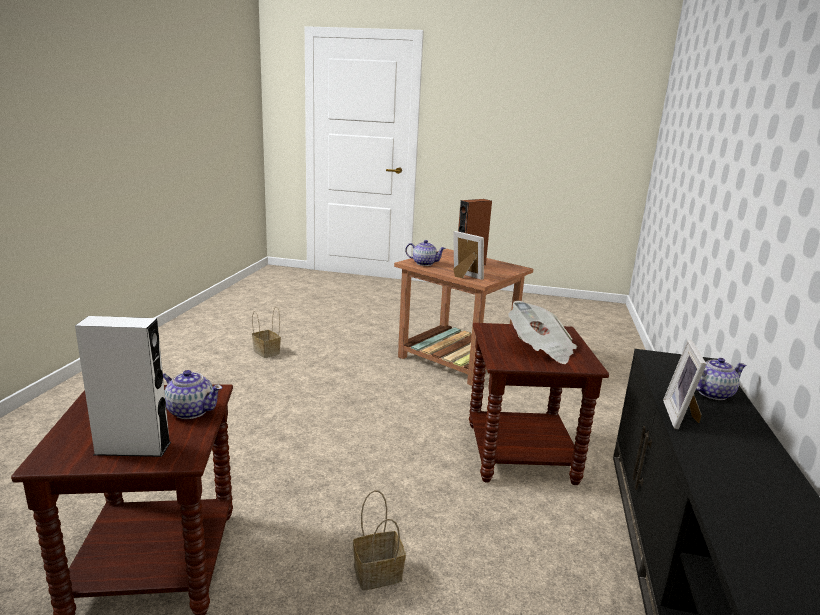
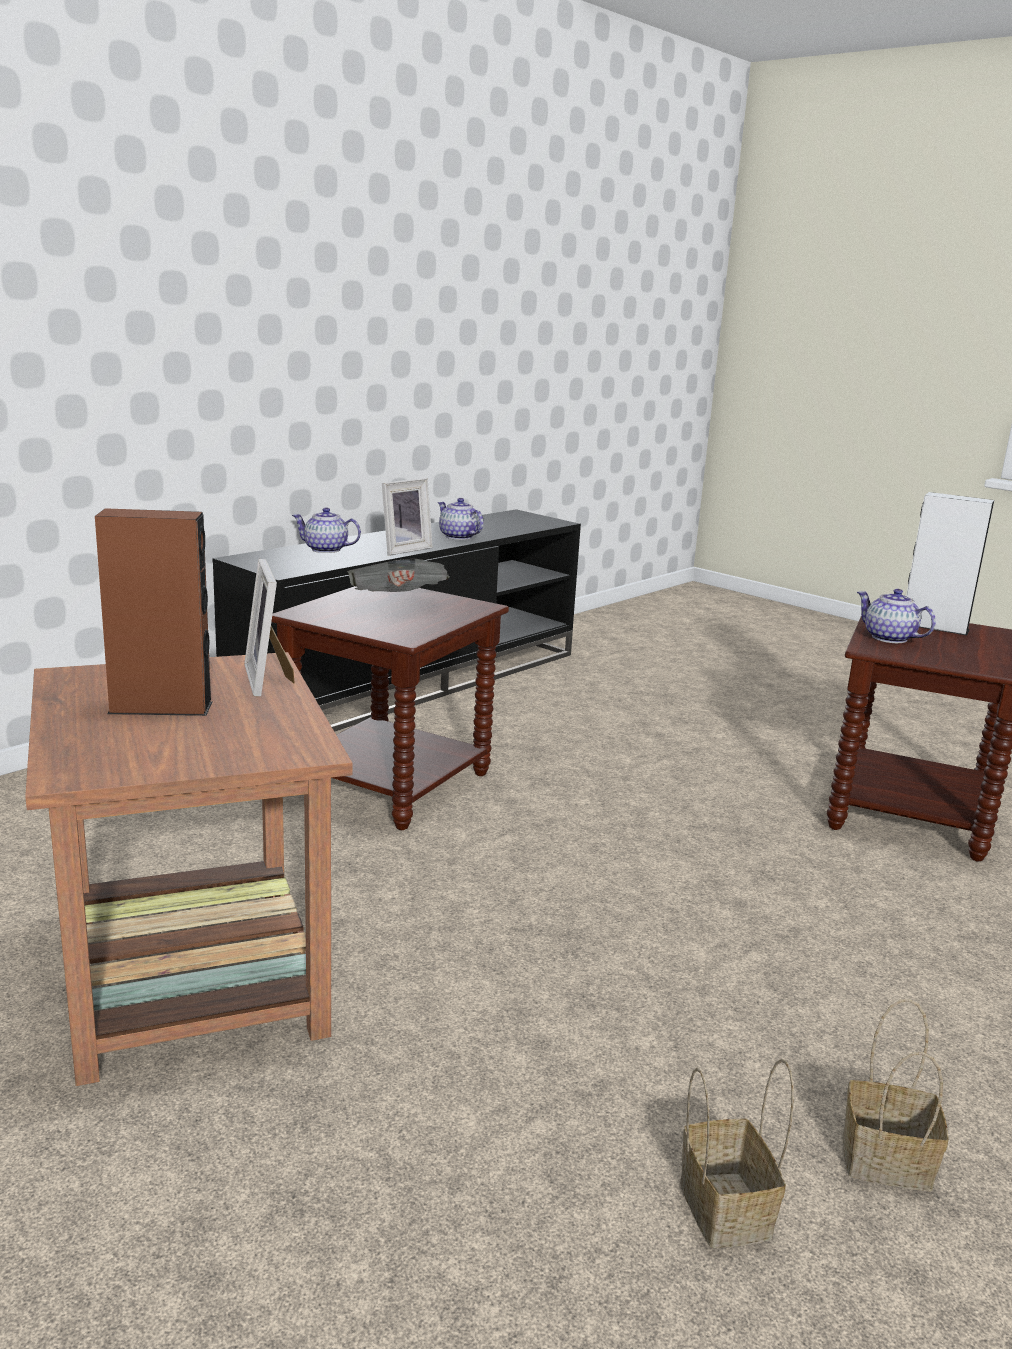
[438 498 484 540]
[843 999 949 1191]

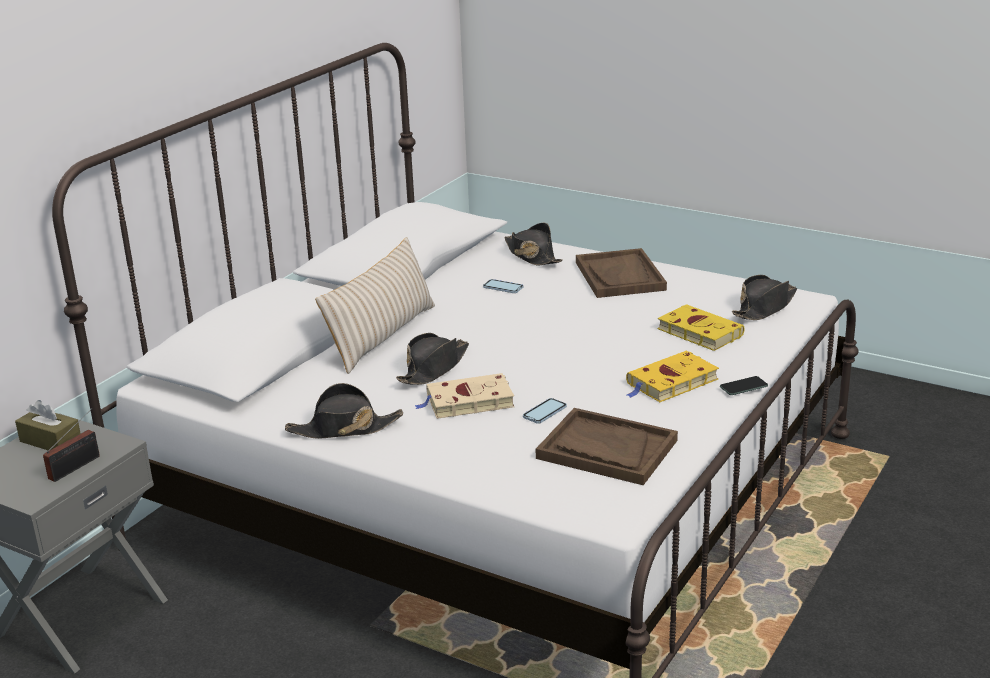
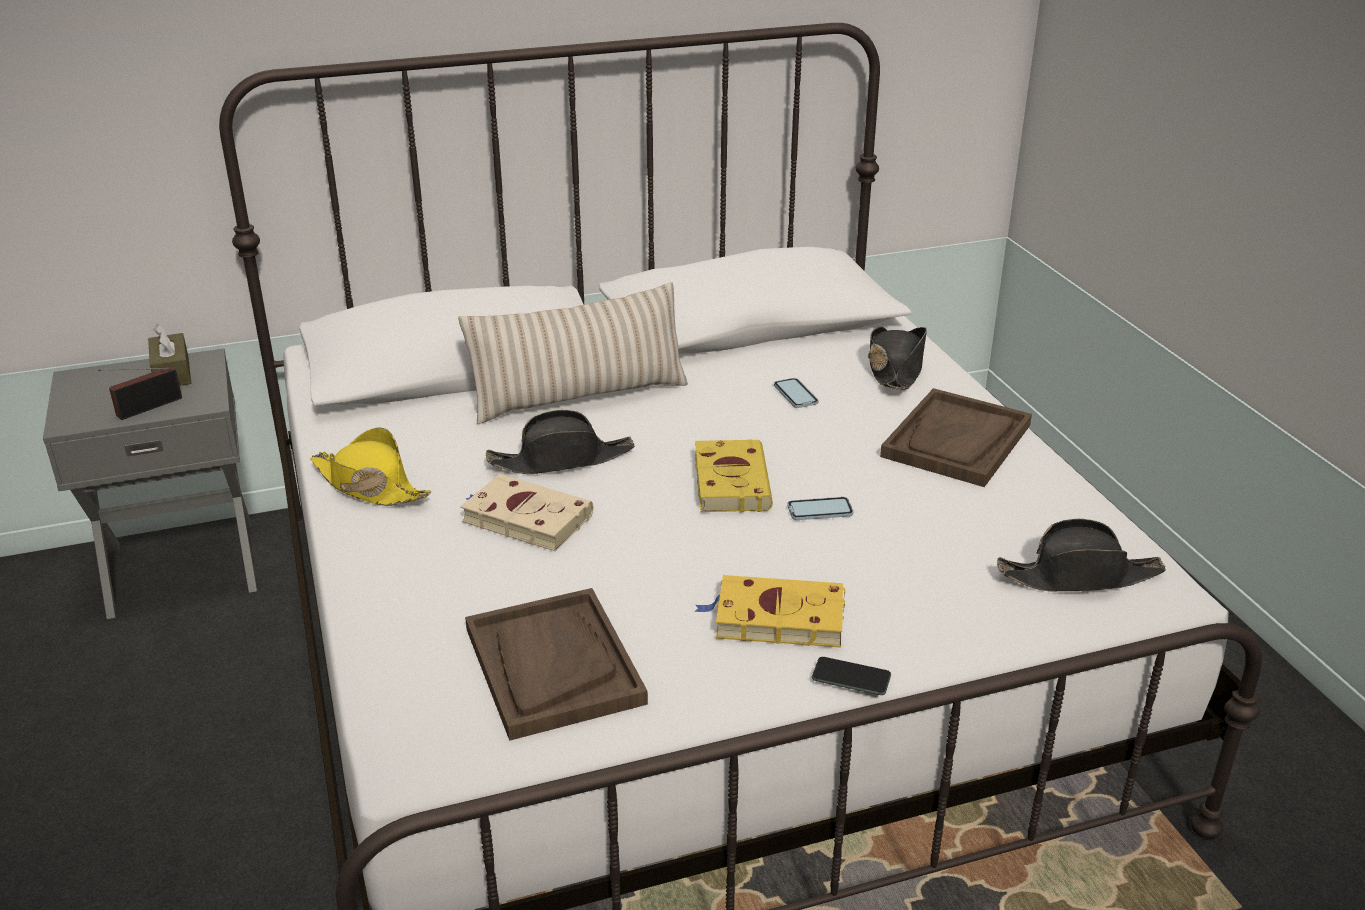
[695 439 773 512]
[310 427 431 506]
[787 497 853 520]
[98 367 182 420]

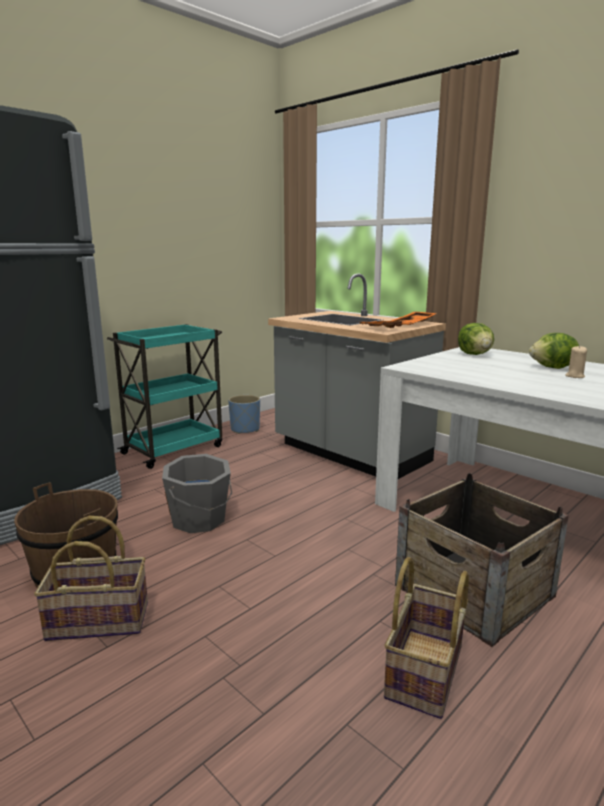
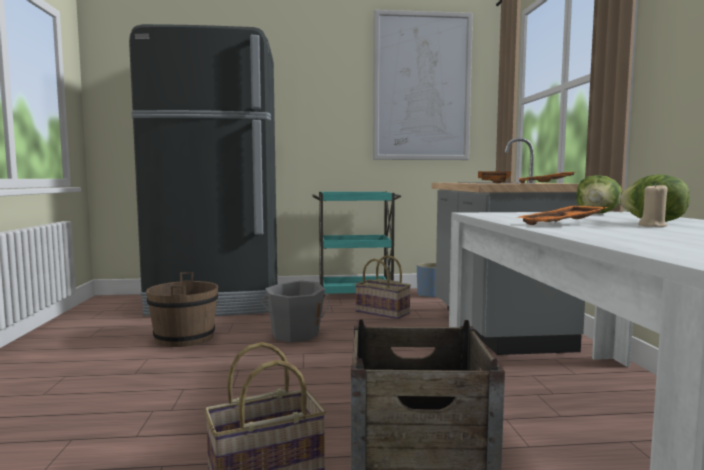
[355 255 411 319]
[373 10 473 160]
[518 206 608 225]

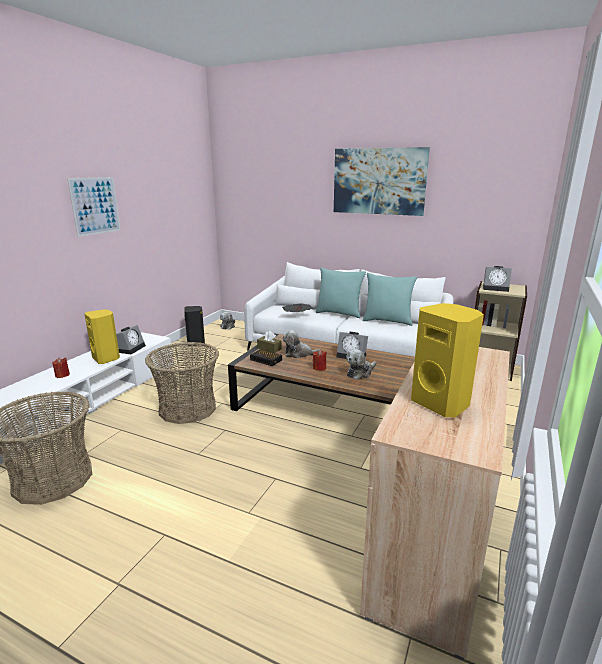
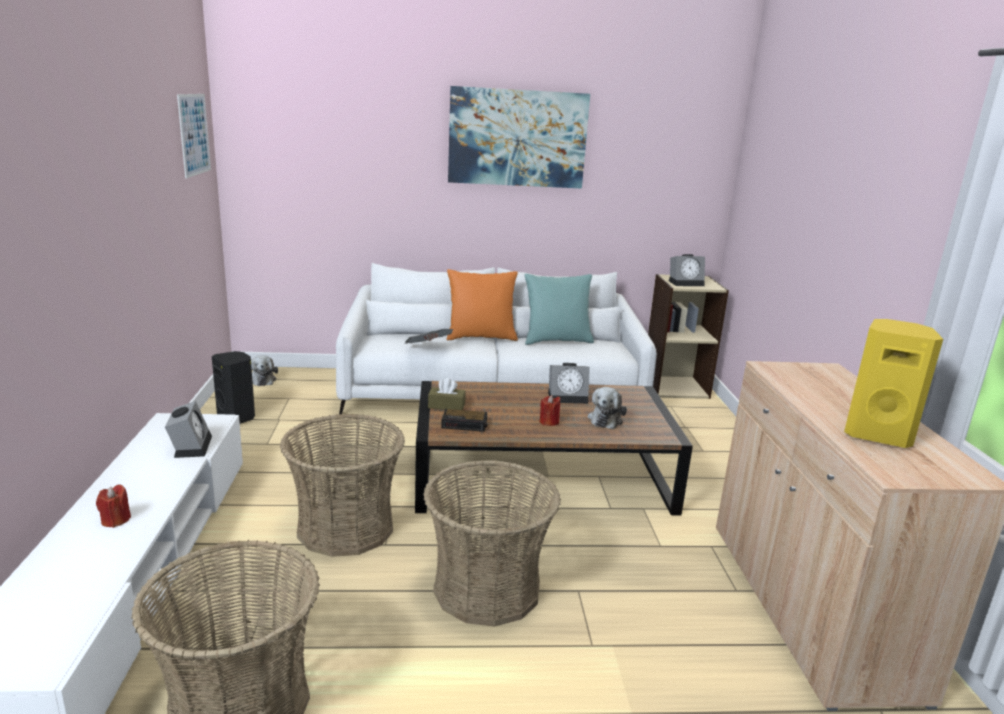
[177 94 211 178]
[447 269 518 341]
[84 310 120 364] (first image)
[283 330 320 358] (first image)
[423 460 561 626]

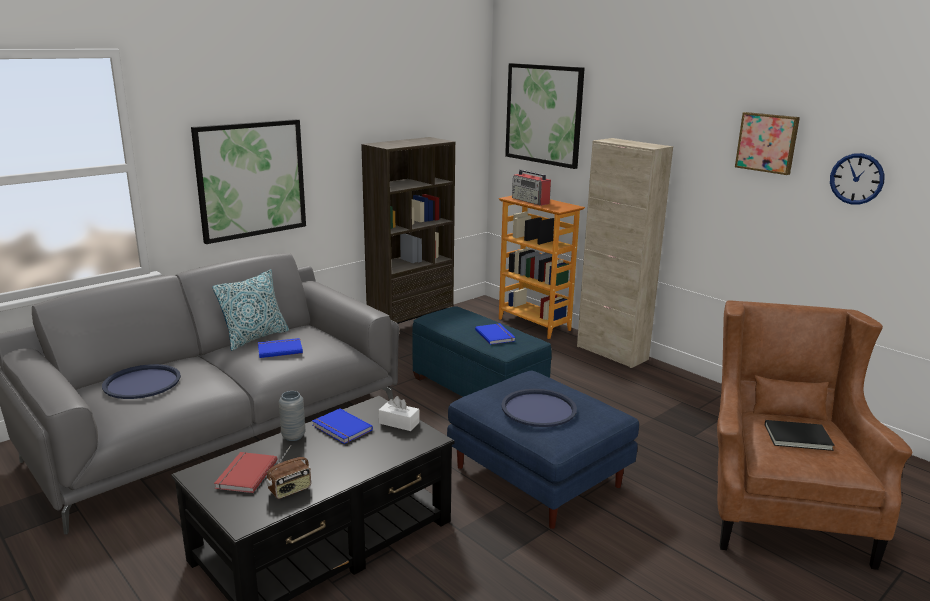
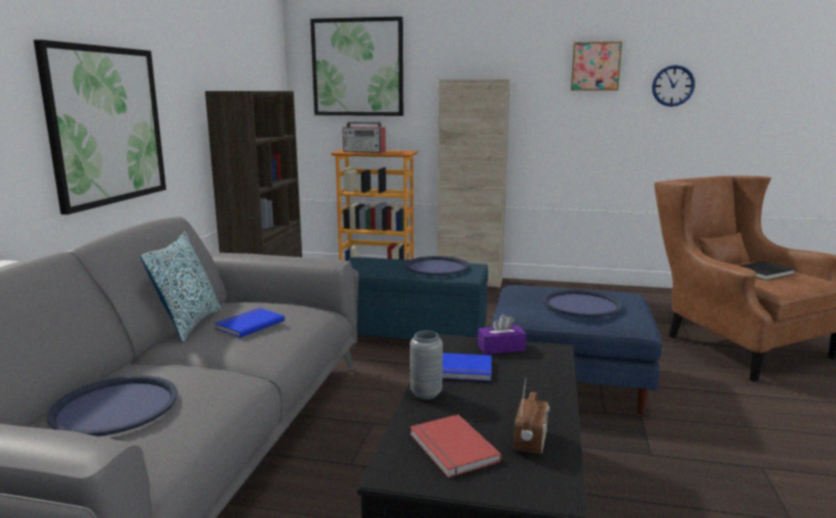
[405 256 469 276]
[478 314 526 354]

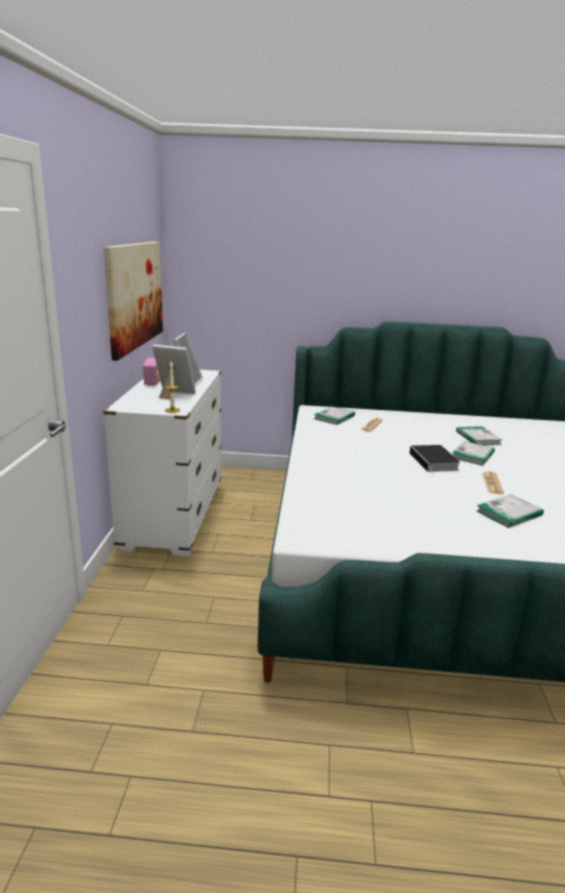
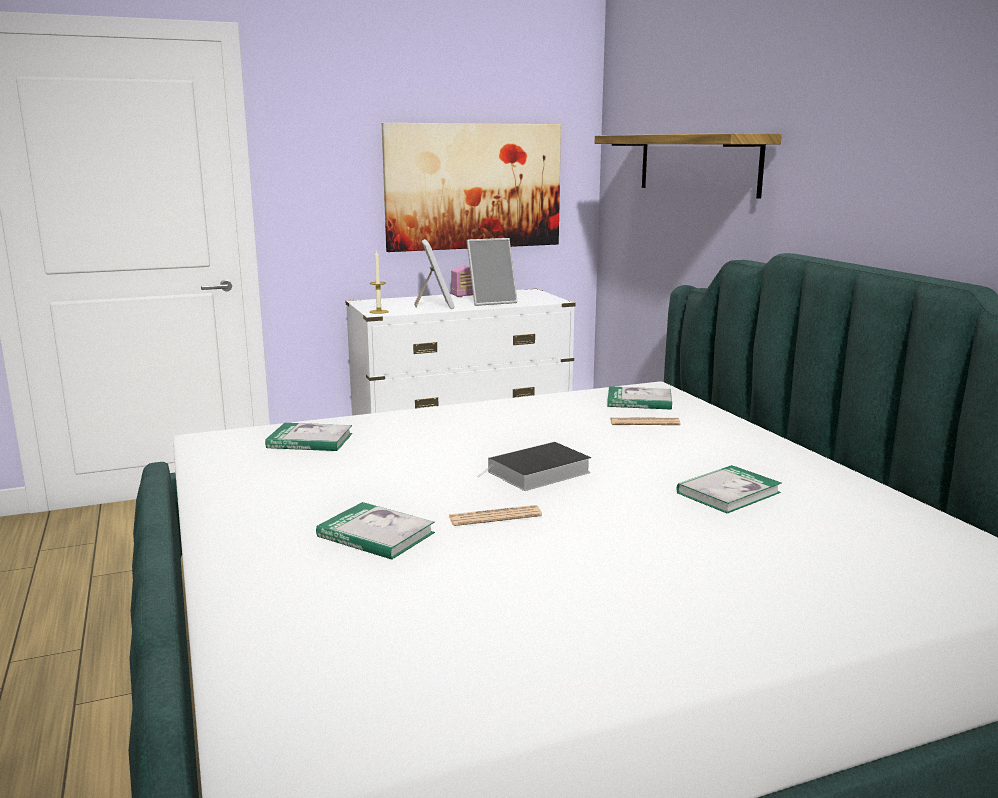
[265 423 352 451]
[595 133 782 199]

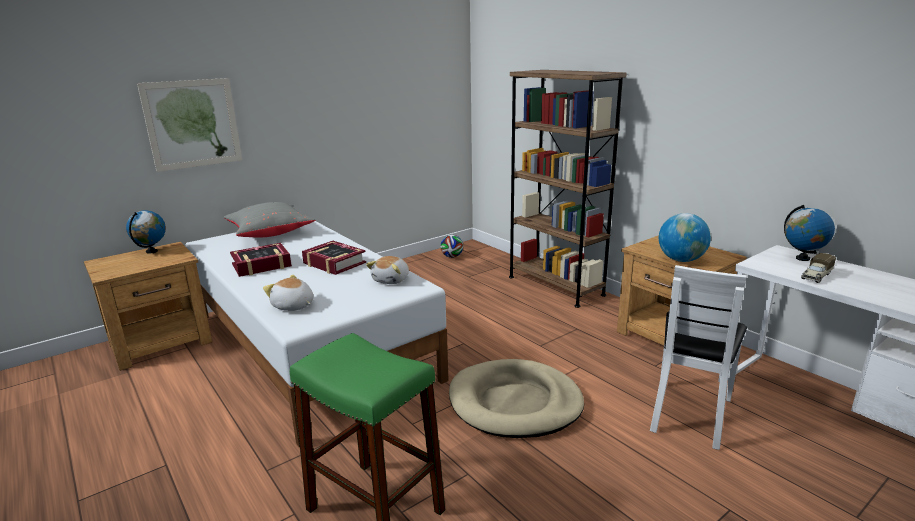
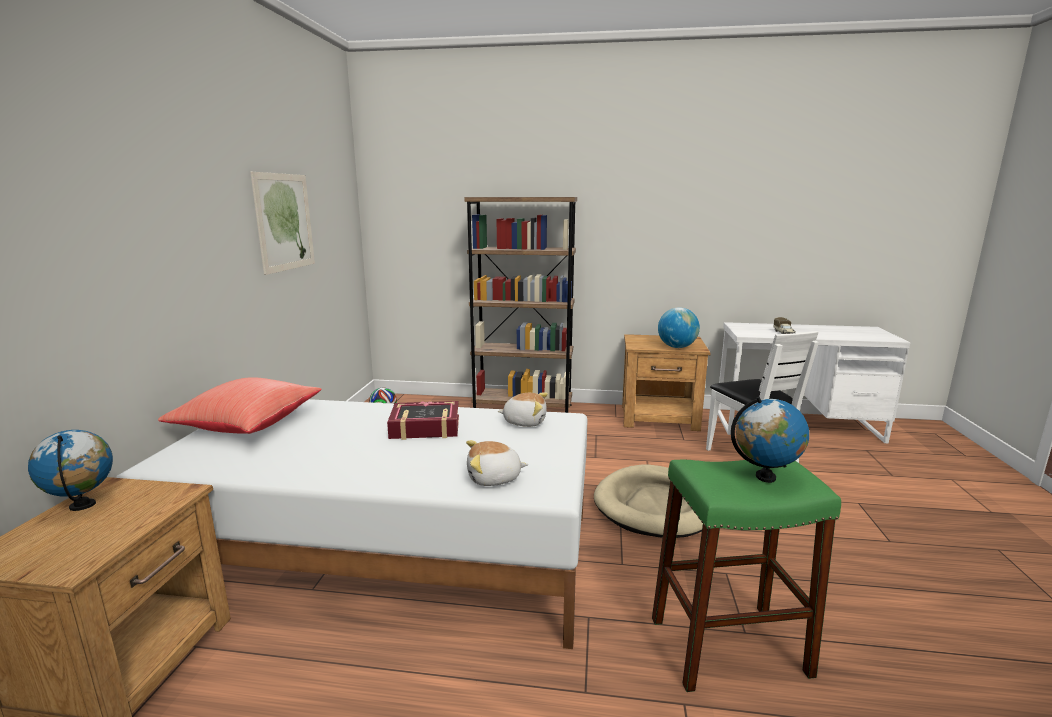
[250 172 315 275]
[158 377 322 434]
[731 397 809 483]
[230 243 292 277] (first image)
[498 392 548 427]

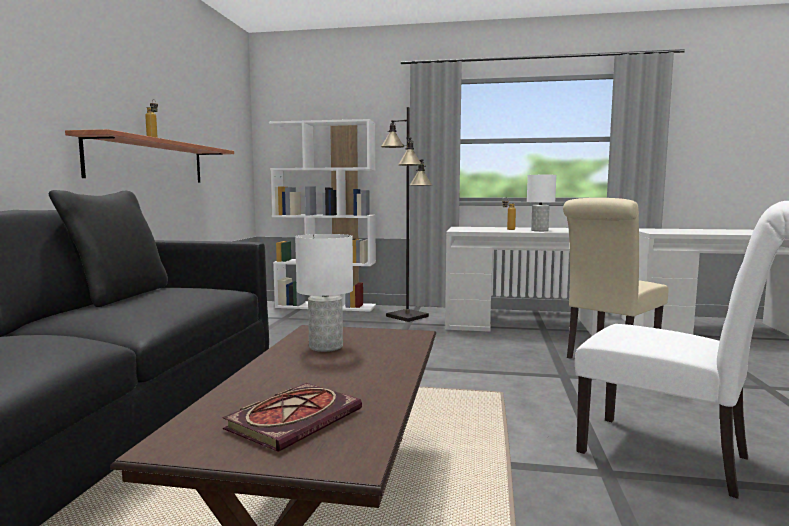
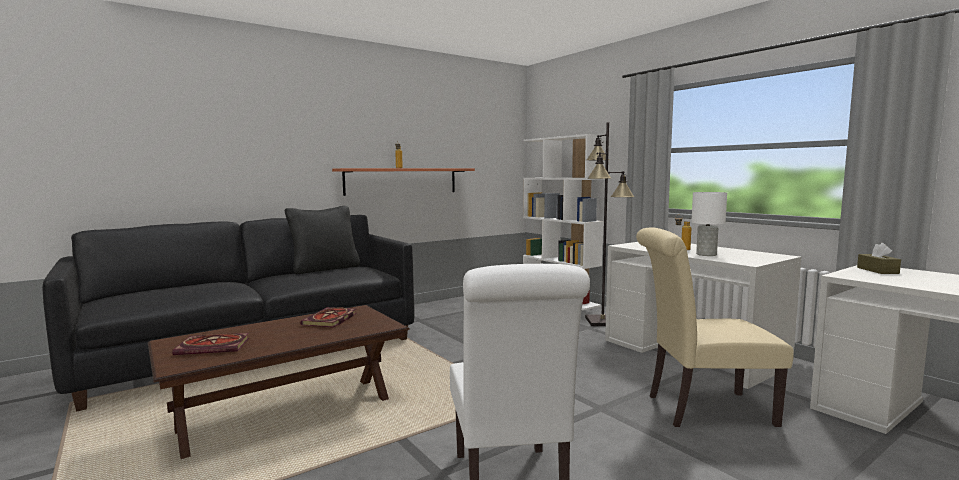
[300 307 357 328]
[857 243 901 274]

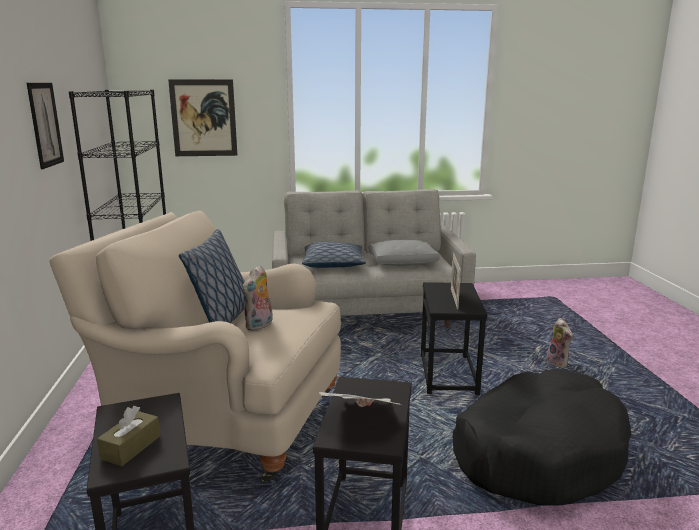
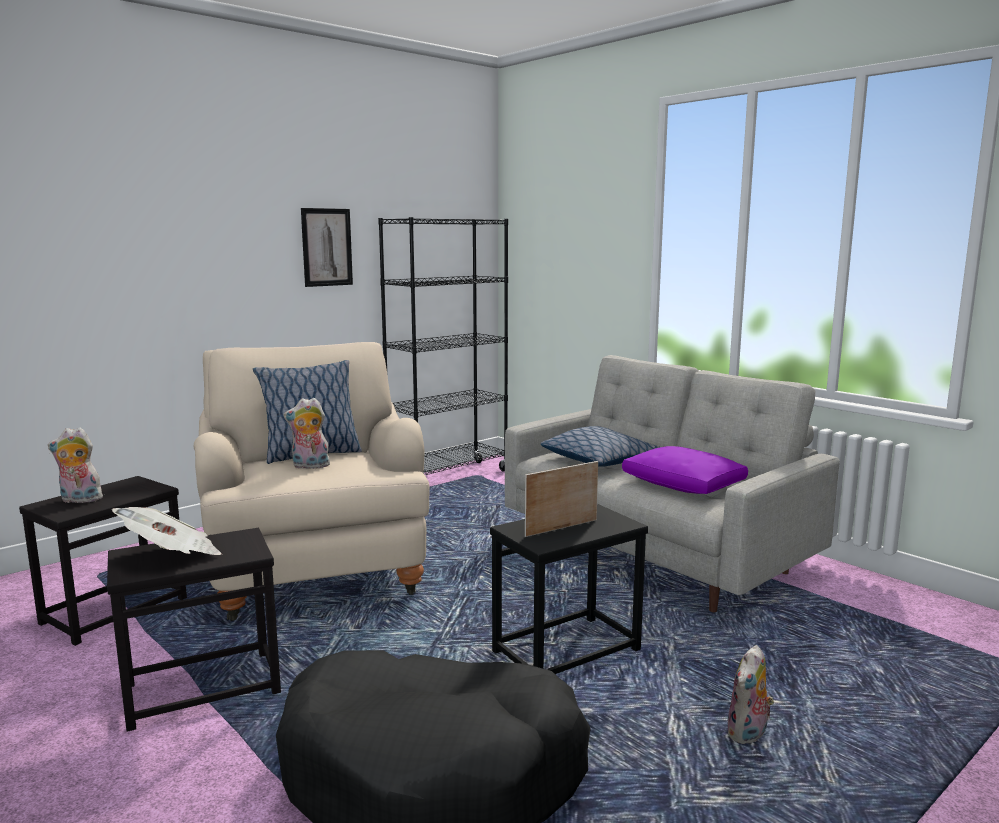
[168 79 237 156] (first image)
[622 446 748 494]
[48 427 103 503]

